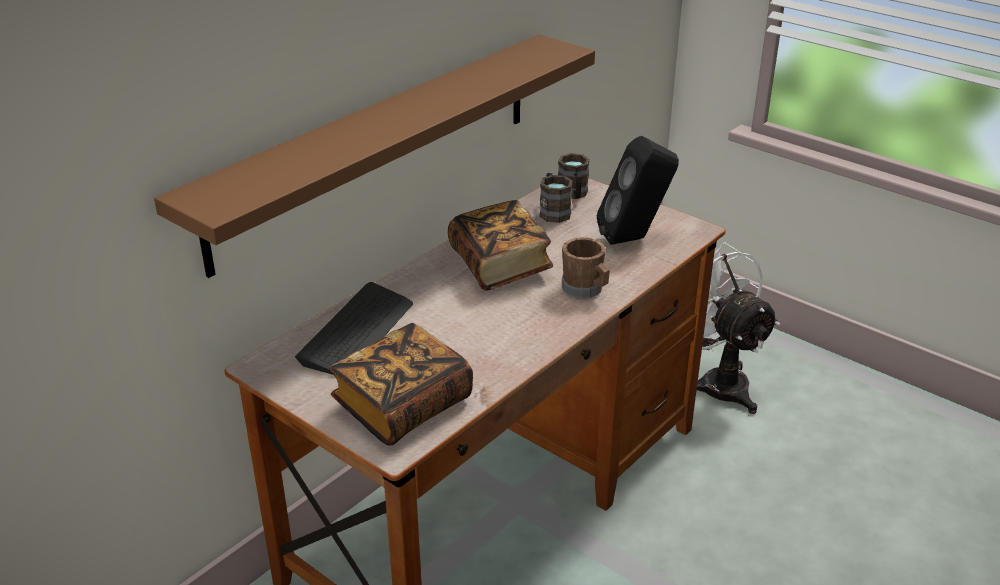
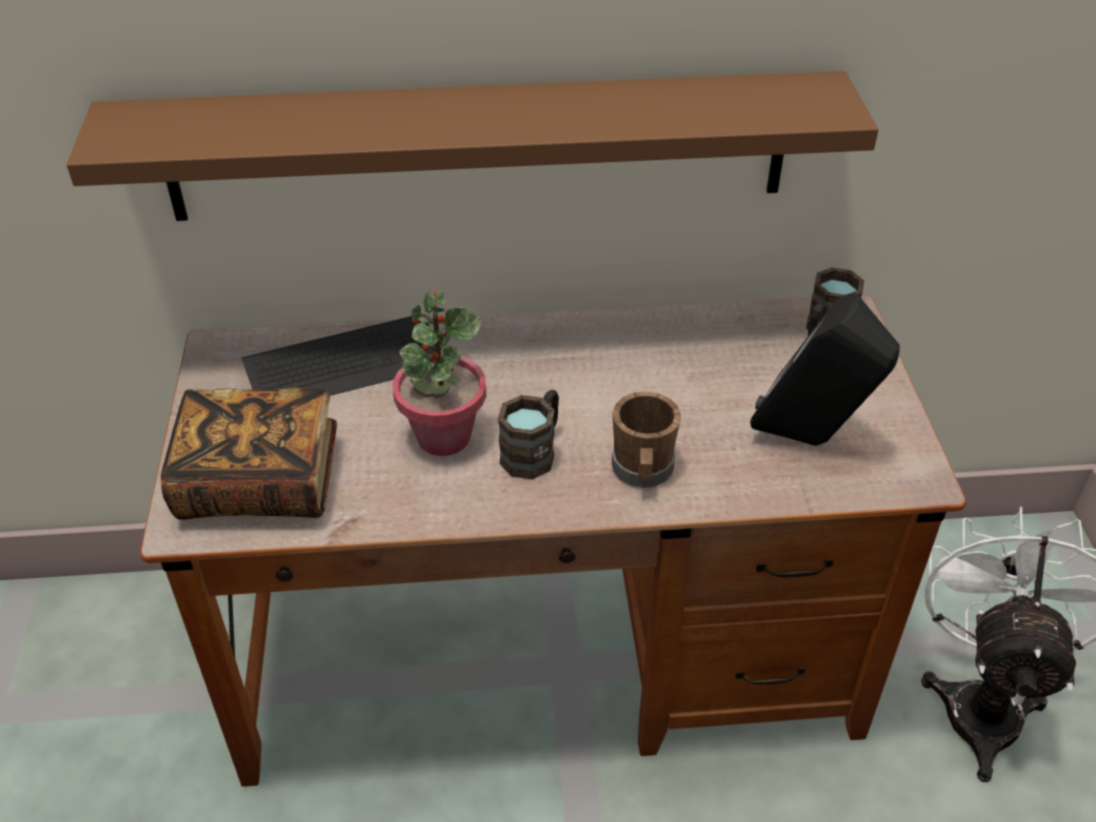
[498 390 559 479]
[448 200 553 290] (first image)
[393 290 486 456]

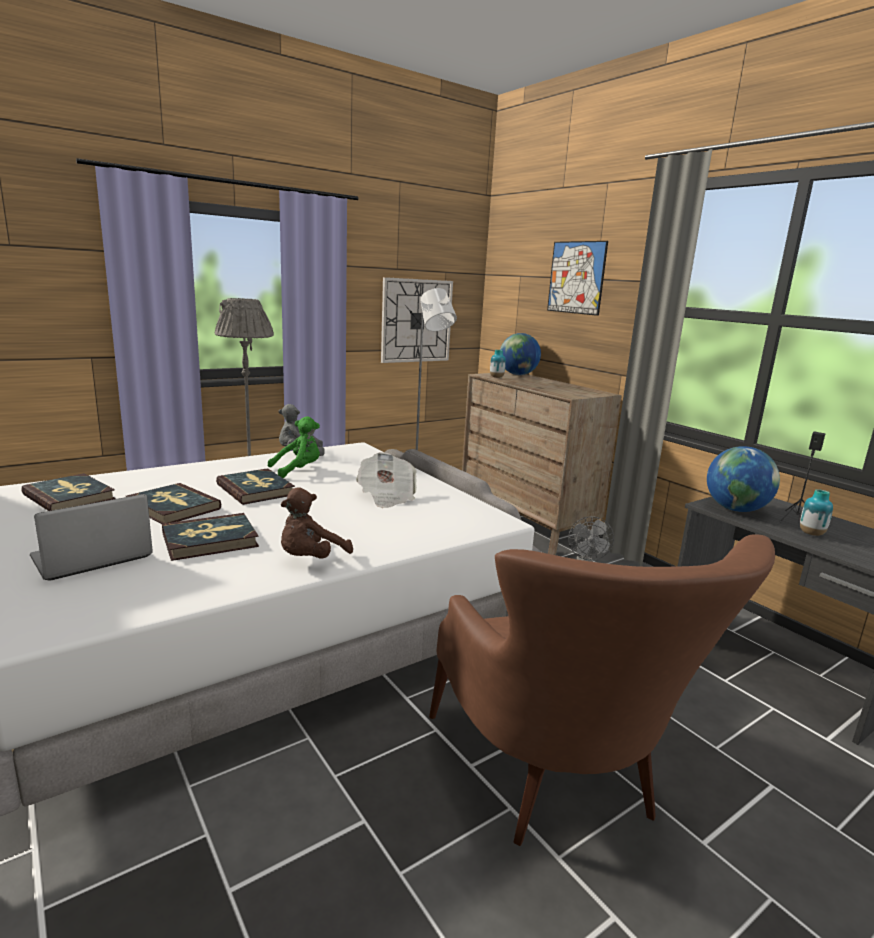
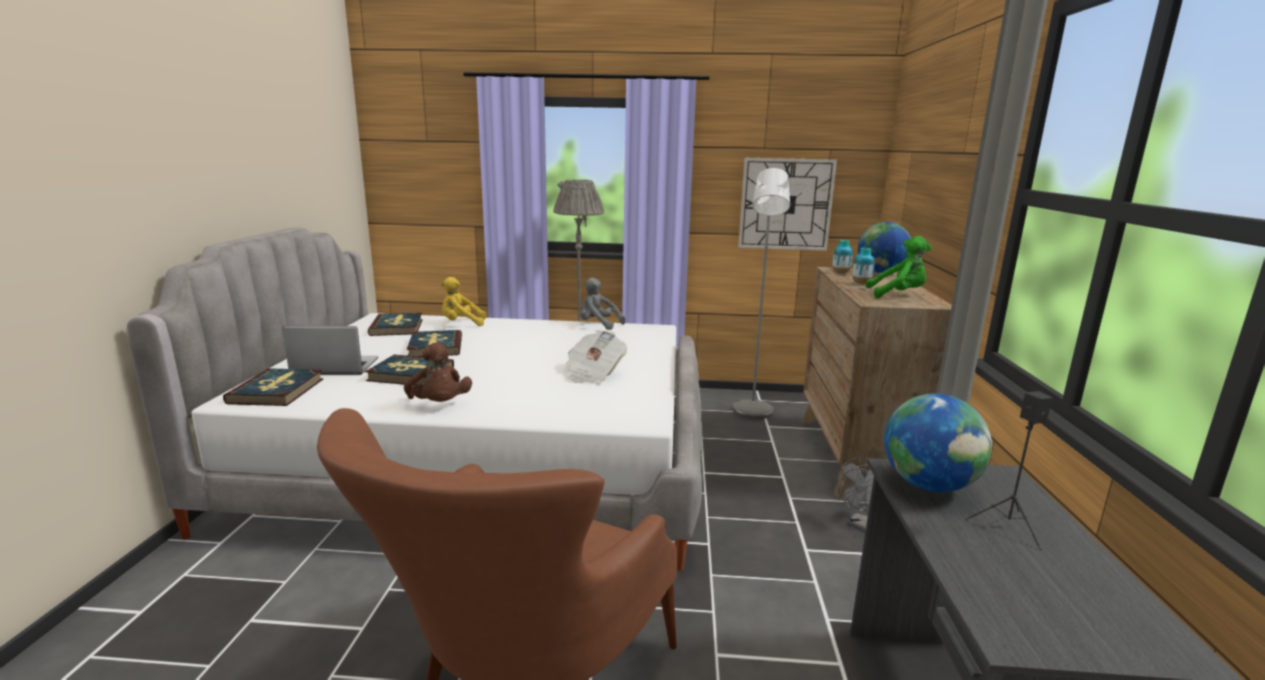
[547 241 608 316] (first image)
[866 236 932 298]
[223 368 323 406]
[404 343 472 402]
[853 248 874 284]
[441 277 486 326]

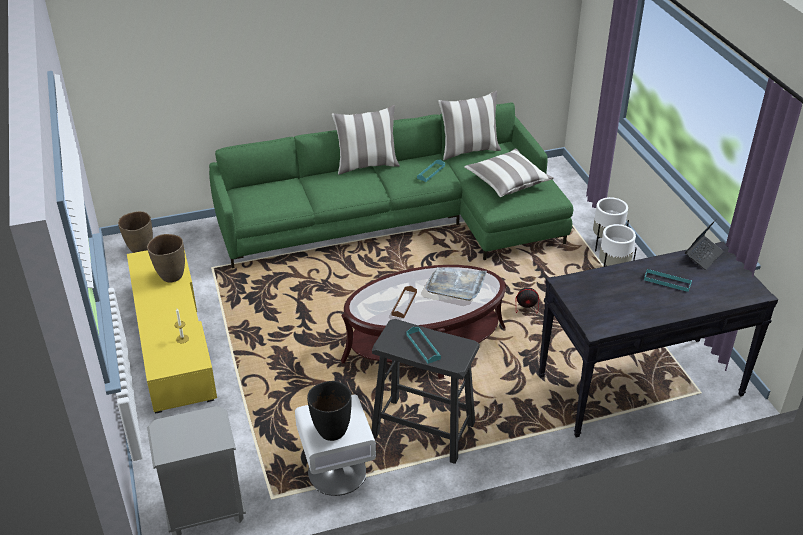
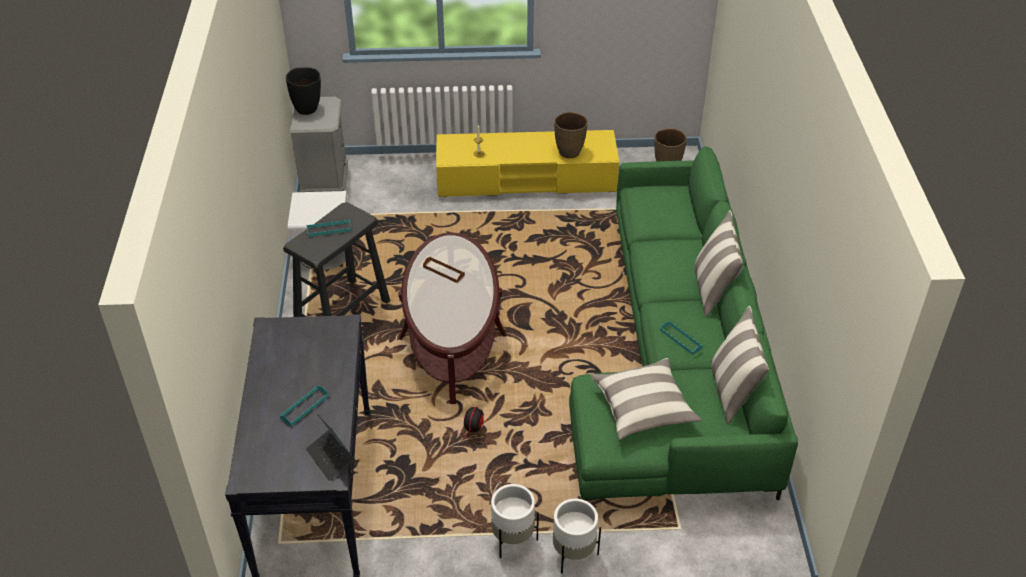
[425 267 487 301] (first image)
[286 67 321 115]

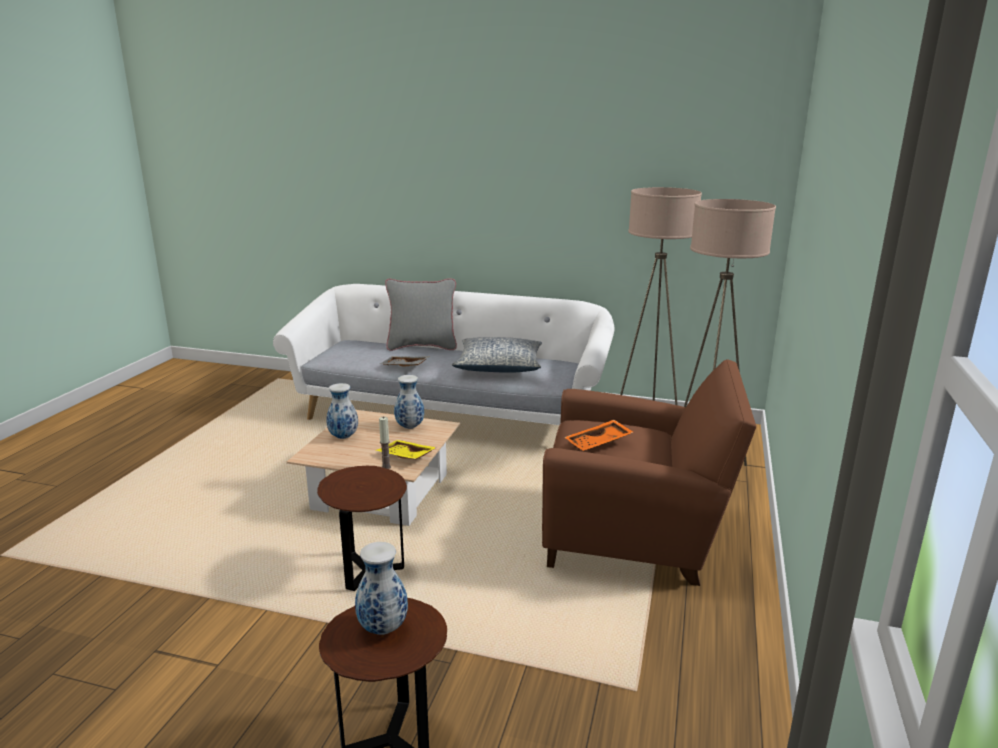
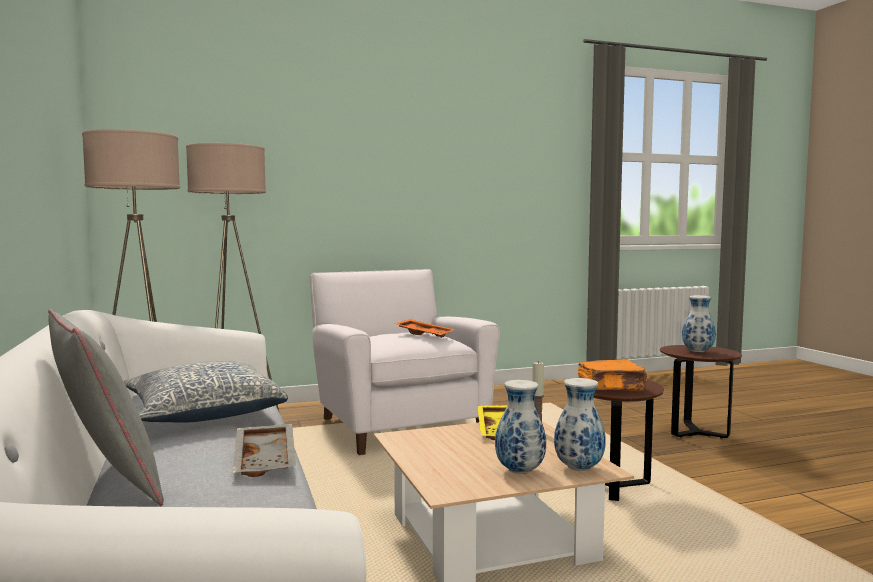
[310 269 500 455]
[554 378 606 471]
[578 359 648 391]

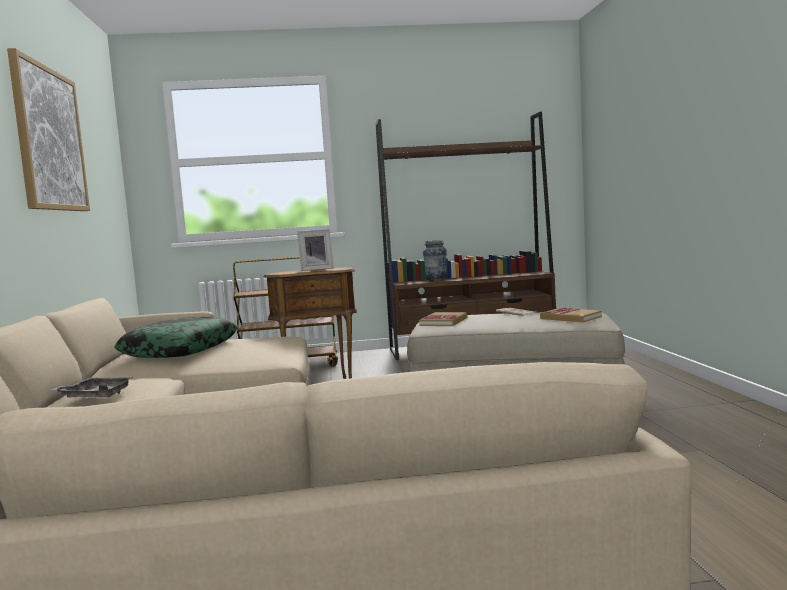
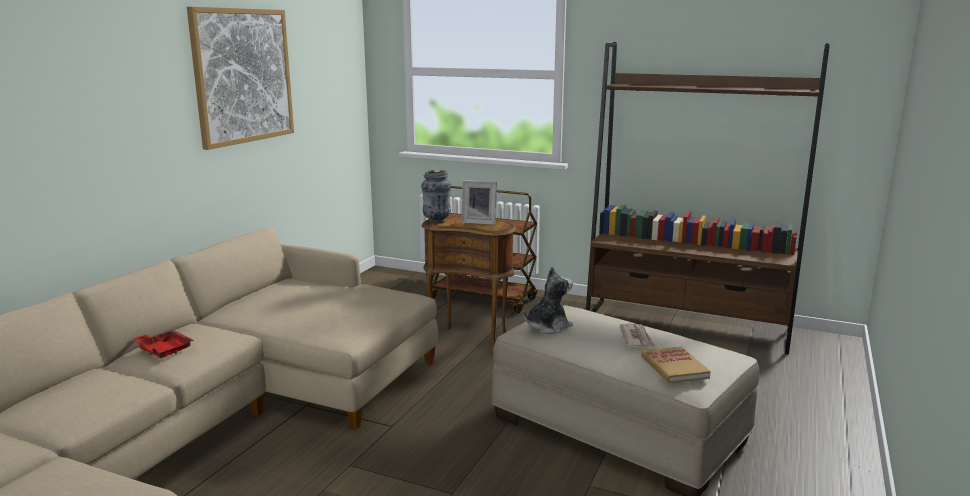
[421 170 451 223]
[524 267 573 334]
[114 317 238 358] (first image)
[133 329 194 358]

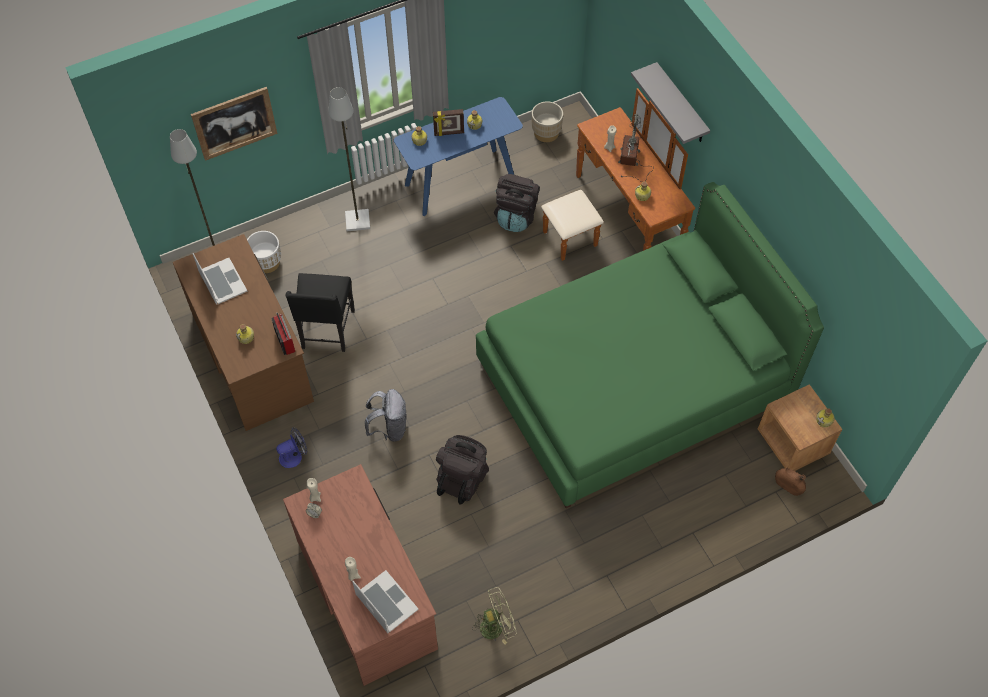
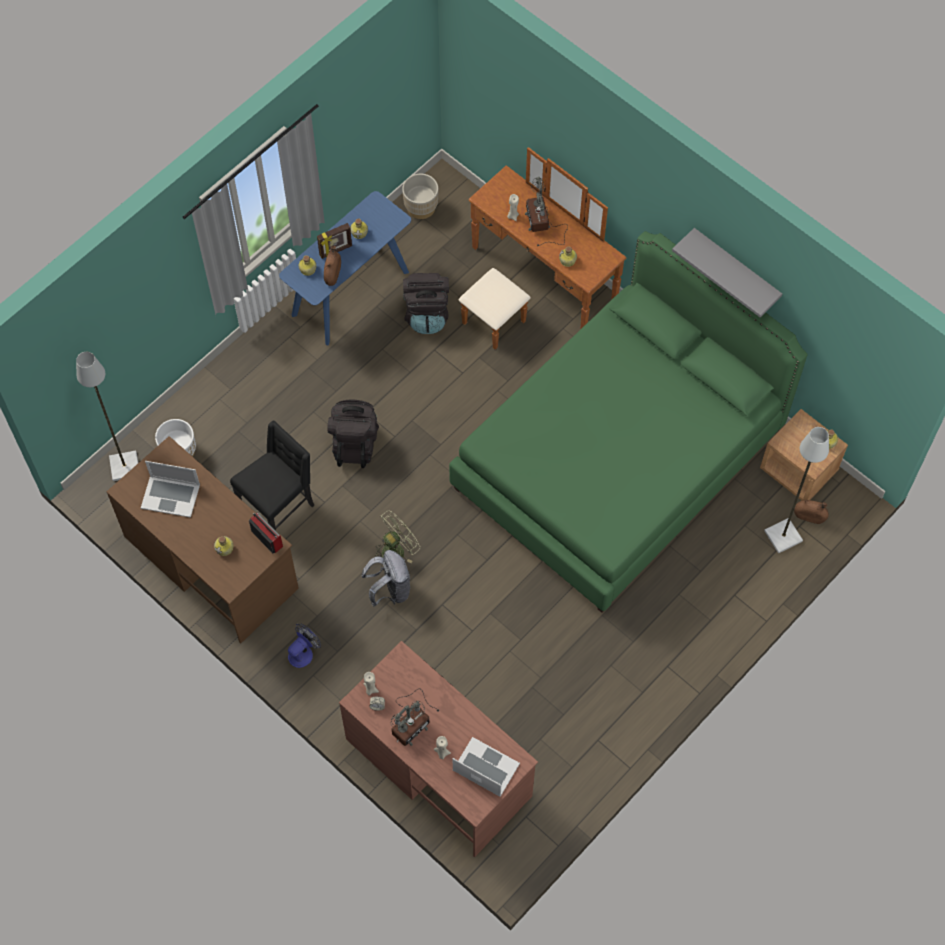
[672 228 782 317]
[191 87 277 161] (first image)
[764 427 829 553]
[141 461 200 518]
[230 421 314 530]
[328 400 379 468]
[376 510 420 563]
[324 246 341 286]
[391 688 439 746]

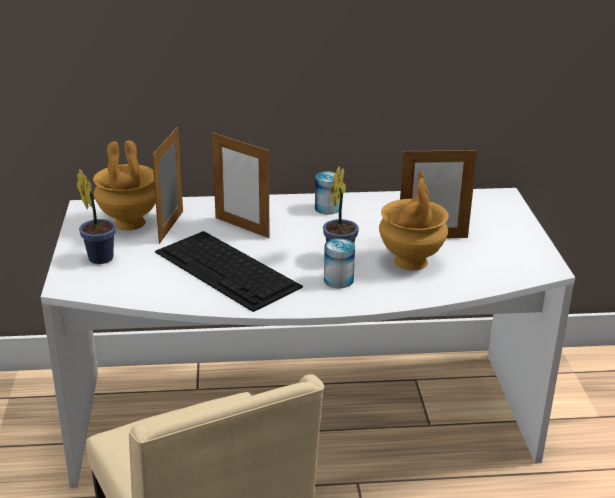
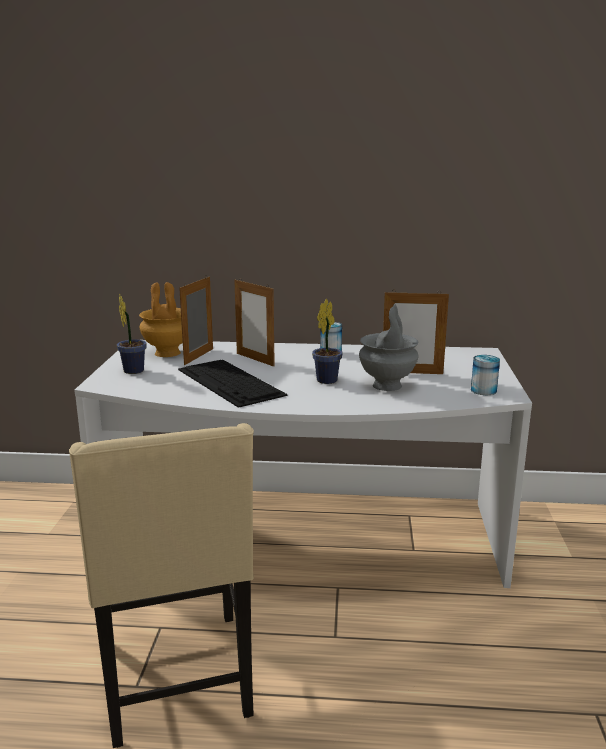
[359 304 419 391]
[471 355 500 395]

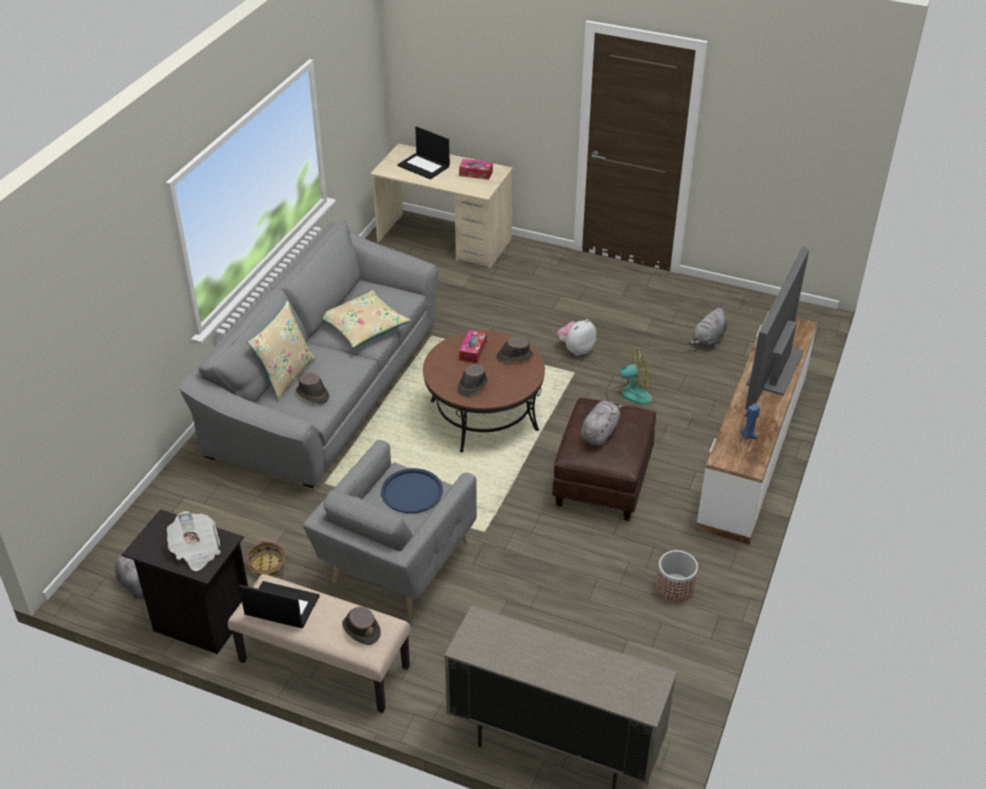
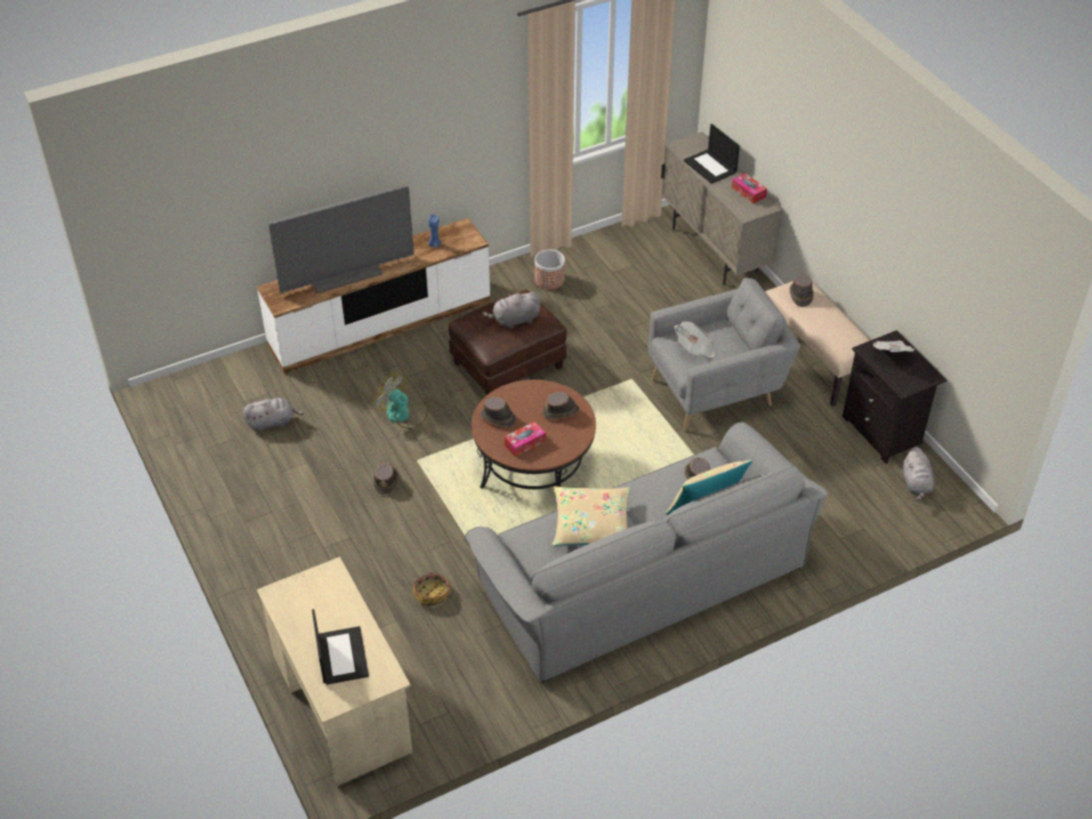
[732 173 767 204]
[373 463 399 495]
[674 321 715 358]
[413 572 451 606]
[684 124 740 184]

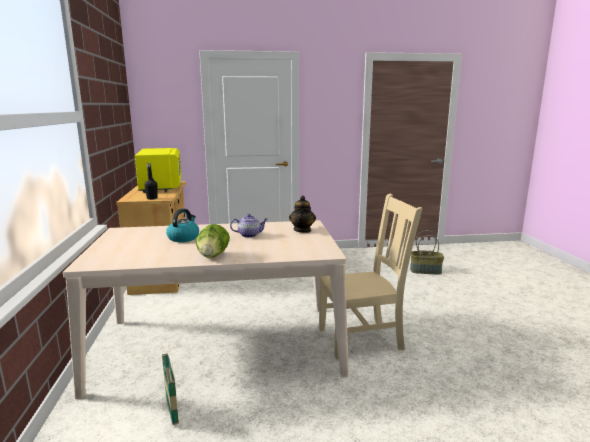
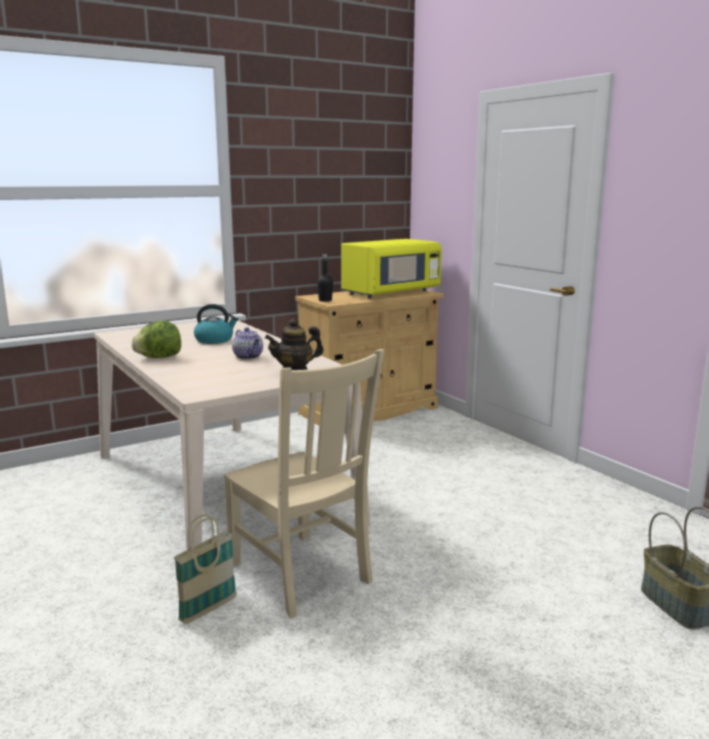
[173 514 237 624]

